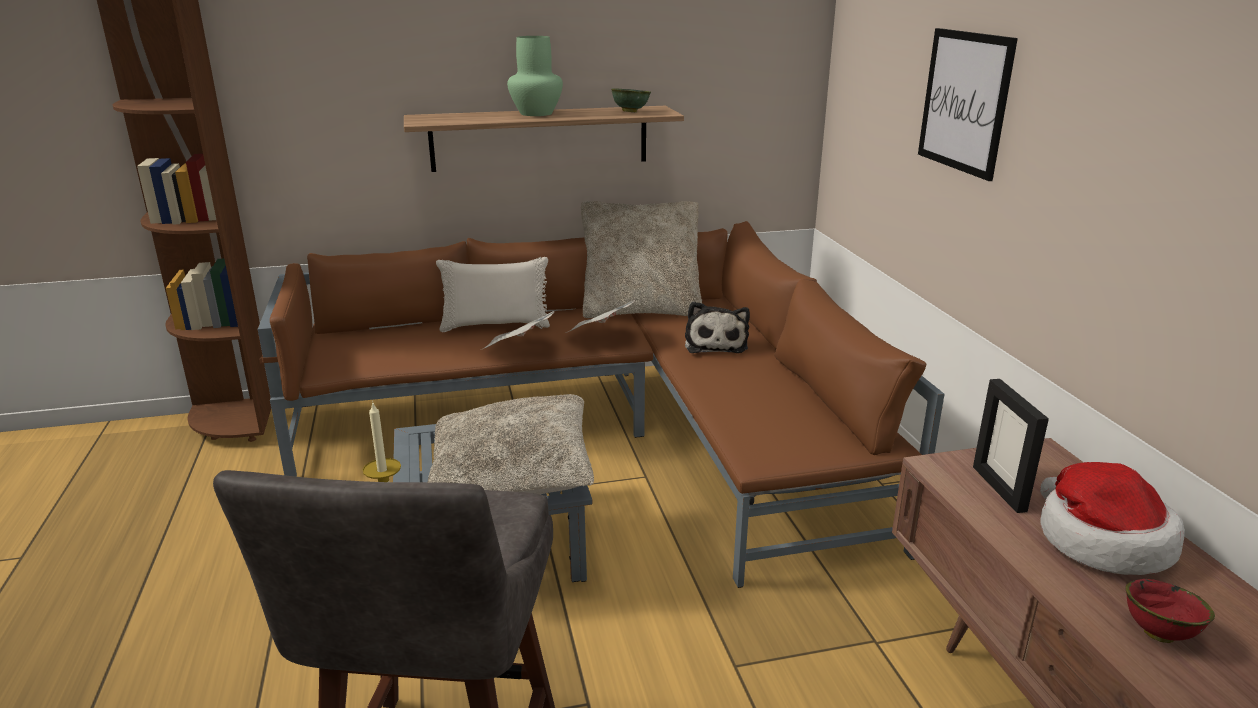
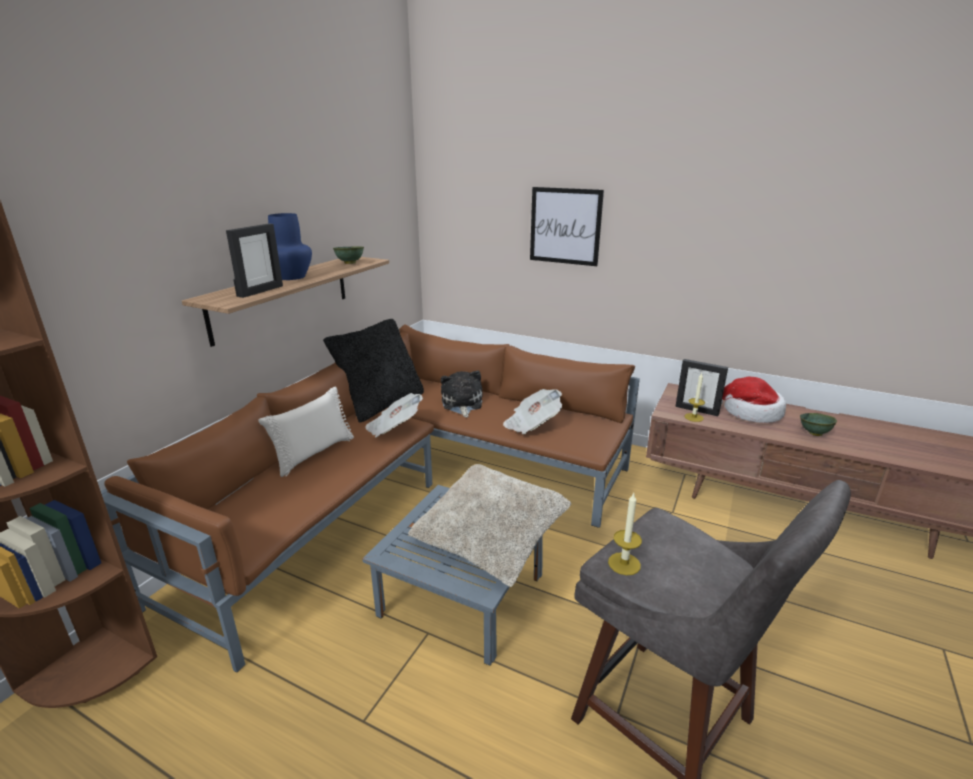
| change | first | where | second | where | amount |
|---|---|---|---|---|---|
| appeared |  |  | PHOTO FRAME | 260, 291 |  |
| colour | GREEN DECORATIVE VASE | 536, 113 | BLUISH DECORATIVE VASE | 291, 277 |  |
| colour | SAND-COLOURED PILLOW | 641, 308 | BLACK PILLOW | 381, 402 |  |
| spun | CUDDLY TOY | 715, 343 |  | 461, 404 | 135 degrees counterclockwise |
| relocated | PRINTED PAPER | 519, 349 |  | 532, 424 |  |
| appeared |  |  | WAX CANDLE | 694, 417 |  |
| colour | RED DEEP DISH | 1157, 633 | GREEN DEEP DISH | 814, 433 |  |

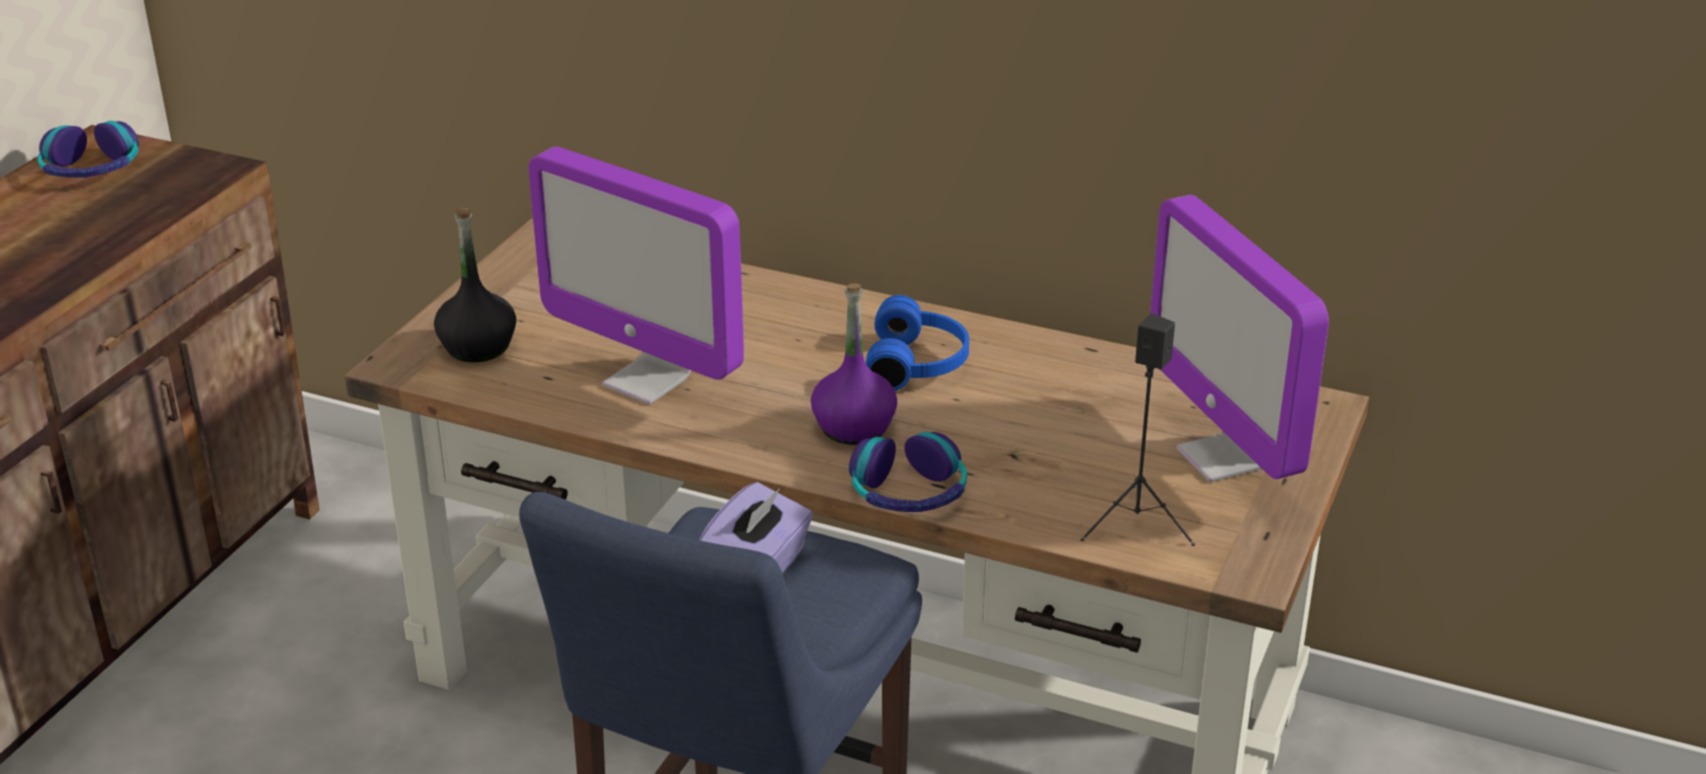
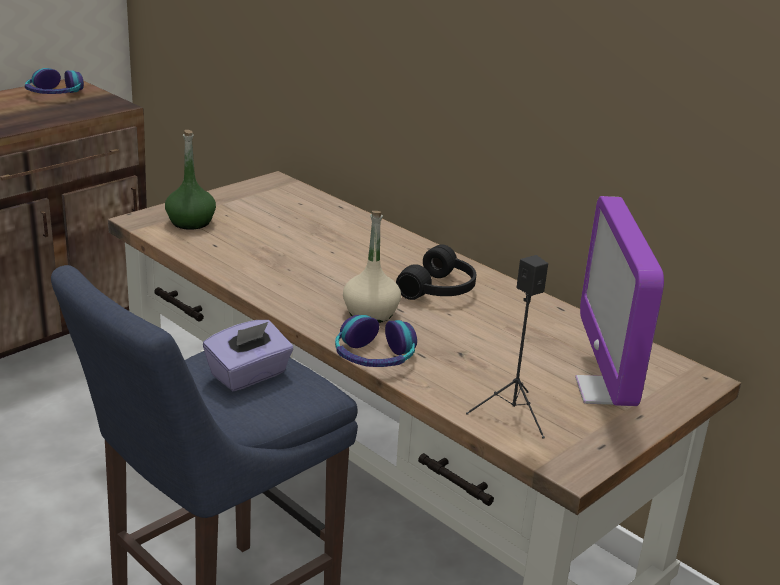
| change | first | where | second | where | amount |
|---|---|---|---|---|---|
| colour | BLACK BOTTLE | 478, 347 | GREEN BOTTLE | 191, 222 |  |
| colour | PURPLE BOTTLE | 853, 427 | SAND-COLOURED BOTTLE | 370, 313 |  |
| colour | BLUISH PAIR OF HEADPHONES | 919, 364 | BLACK PAIR OF HEADPHONES | 441, 290 |  |
| missing | COMPUTER DISPLAY | 648, 380 |  |  |  |

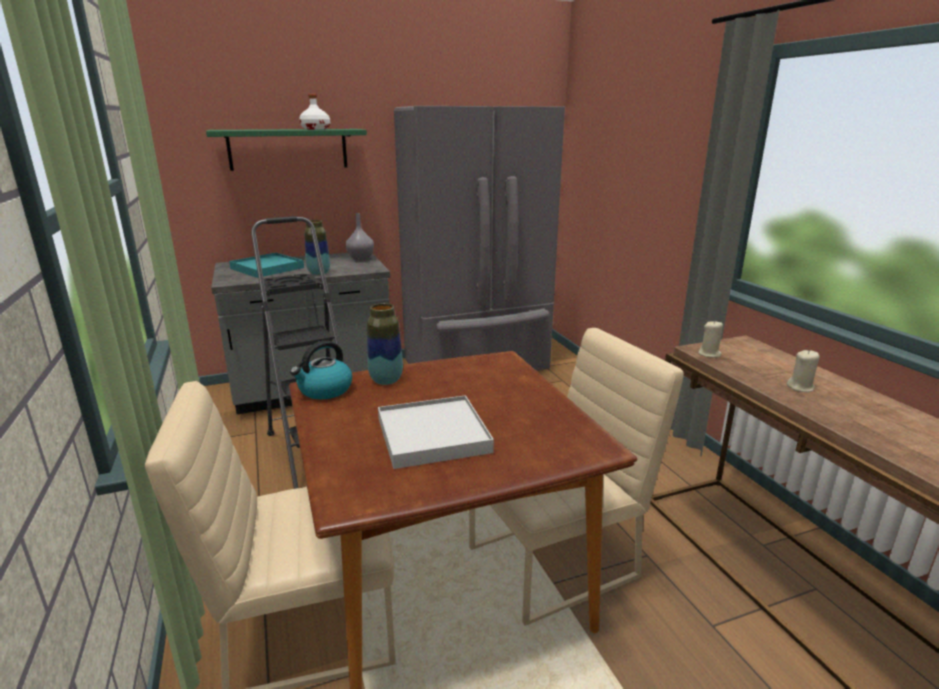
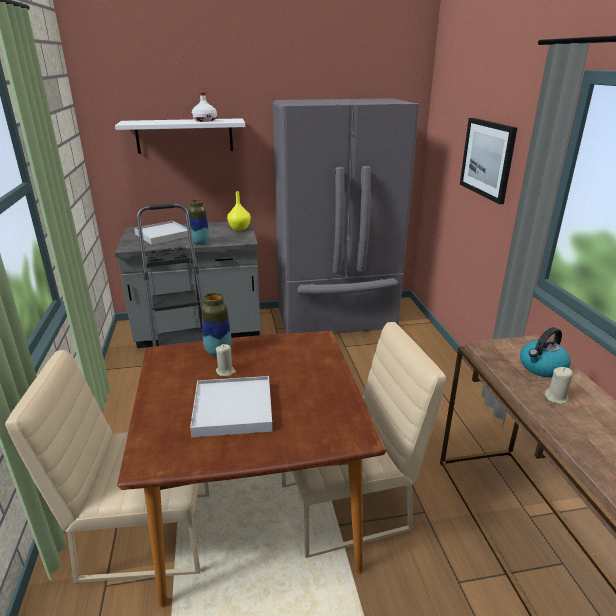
| change | first | where | second | where | amount |
|---|---|---|---|---|---|
| colour | GREEN SHELF | 288, 149 | WHITE-COLOURED SHELF | 184, 136 |  |
| colour | TURQUOISE-COLOURED SERVING TRAY | 267, 268 | WHITE-COLOURED SERVING TRAY | 163, 235 |  |
| relocated | SAND-COLOURED WAX CANDLE | 709, 354 |  | 225, 371 |  |
| colour | GREY DECORATIVE VASE | 361, 258 | YELLOWISH DECORATIVE VASE | 240, 228 |  |
| appeared |  |  | PICTURE | 487, 159 |  |
| relocated | TEA KETTLE | 324, 390 |  | 542, 367 |  |

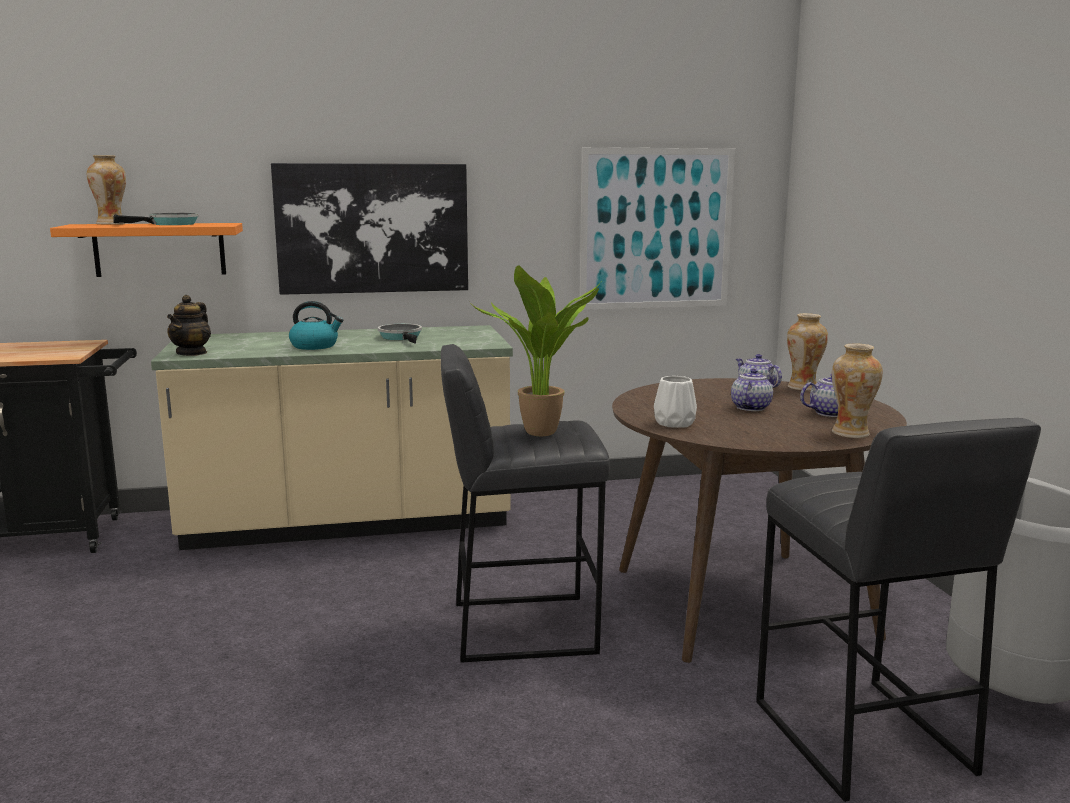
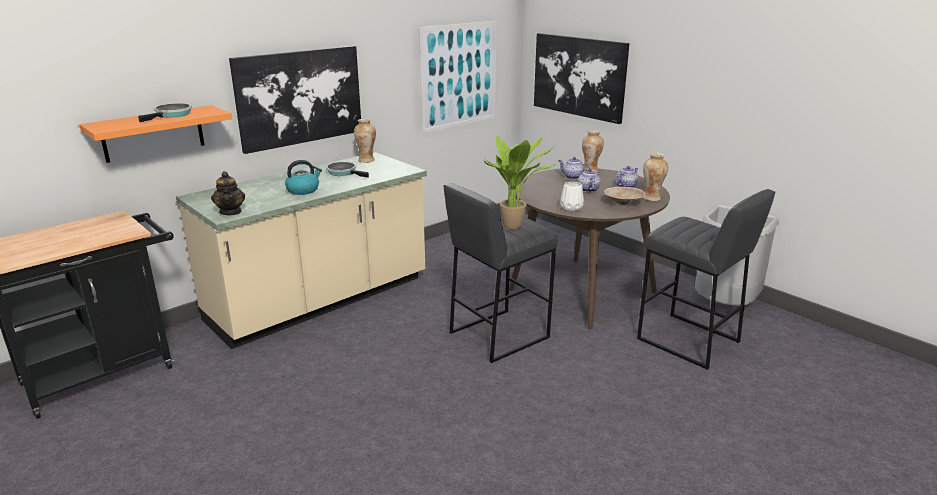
| change | first | where | second | where | amount |
|---|---|---|---|---|---|
| relocated | DECORATIVE VASE | 111, 224 |  | 366, 160 |  |
| appeared |  |  | PICTURE | 579, 76 |  |
| appeared |  |  | SAND-COLOURED DEEP DISH | 623, 203 |  |

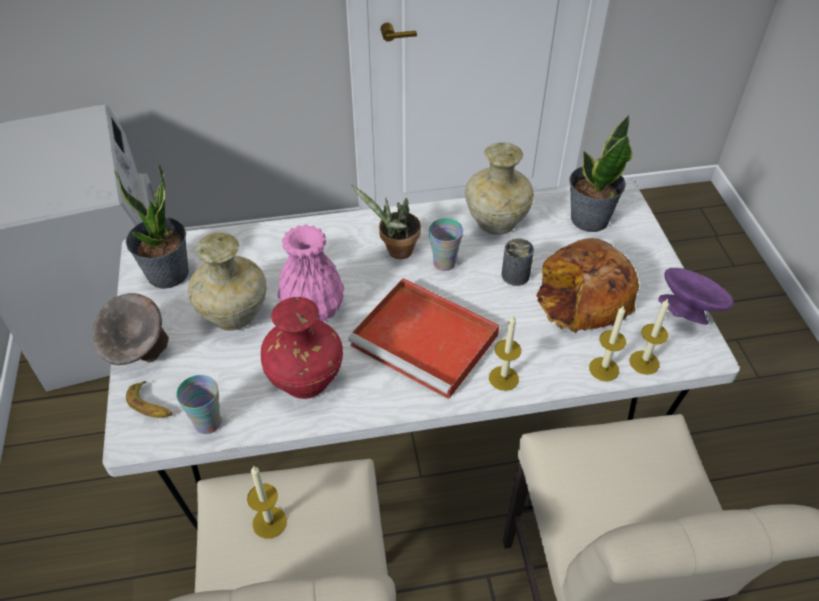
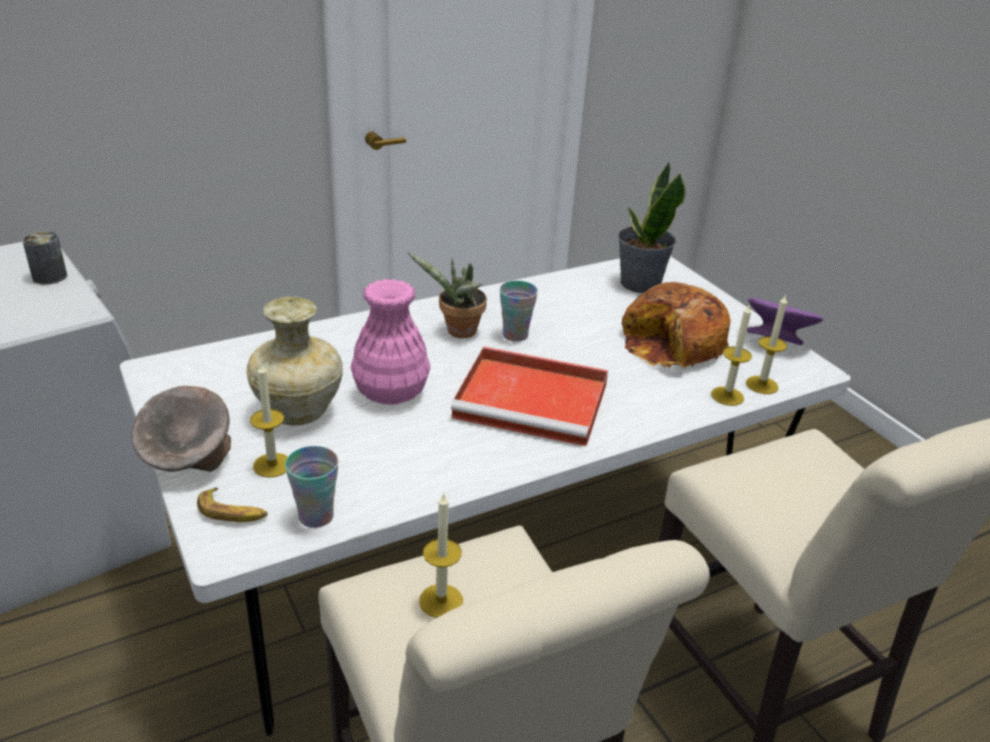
| change | first | where | second | where | amount |
|---|---|---|---|---|---|
| relocated | METAL CAN | 515, 275 |  | 50, 277 |  |
| relocated | WAX CANDLE | 503, 378 |  | 272, 465 |  |
| missing | HOUSEPLANT | 168, 274 |  |  |  |
| missing | RED DECORATIVE VASE | 305, 381 |  |  |  |
| missing | SAND-COLOURED DECORATIVE VASE | 495, 223 |  |  |  |

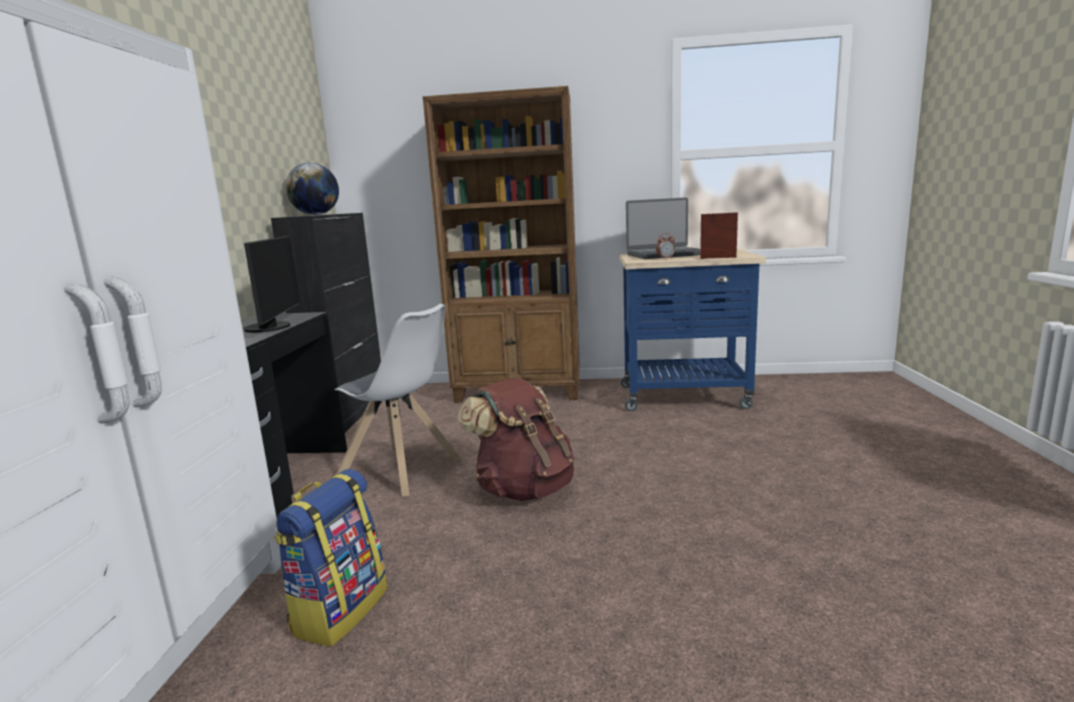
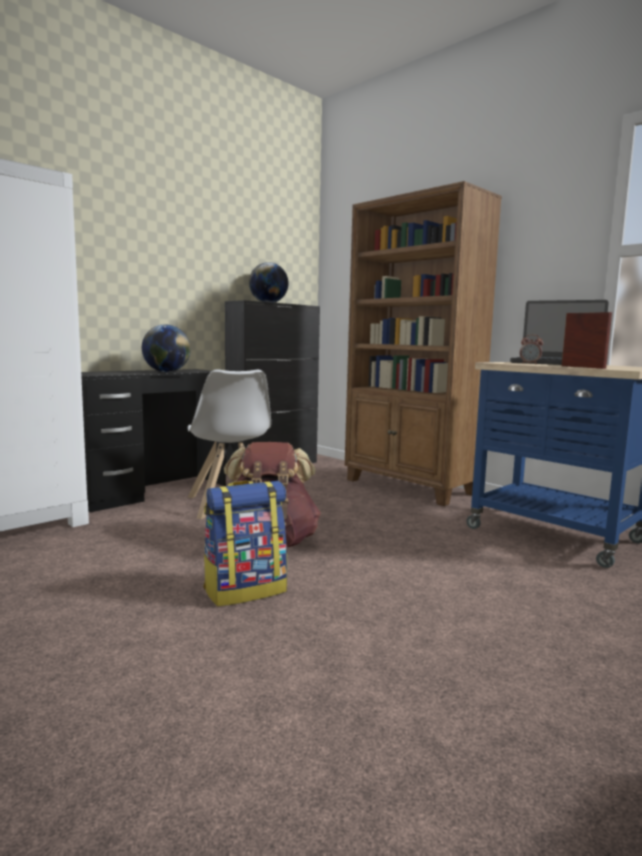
| change | first | where | second | where | amount |
|---|---|---|---|---|---|
| exchanged | COMPUTER DISPLAY | 273, 327 | WORLD GLOBE | 166, 372 |  |
| relocated | KNAPSACK | 339, 610 |  | 245, 590 |  |

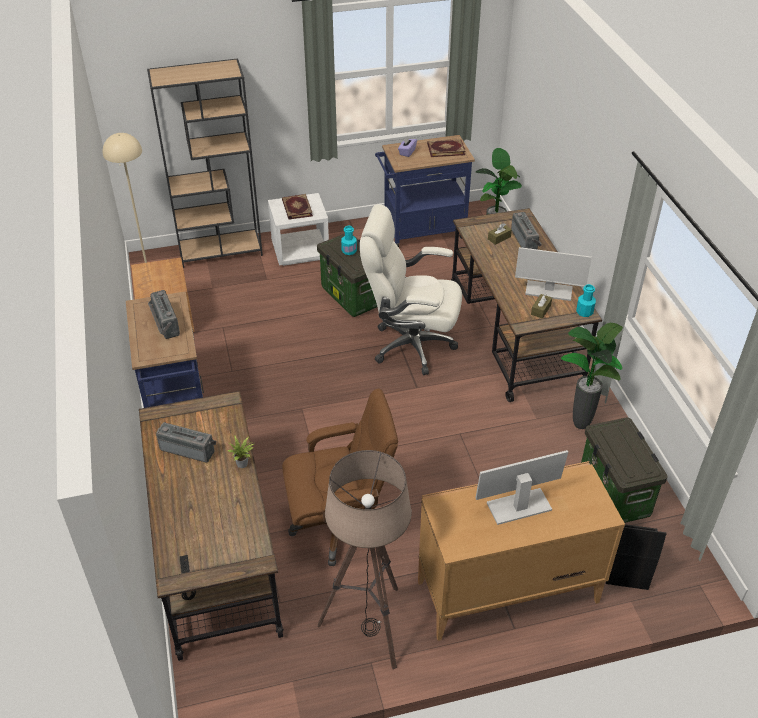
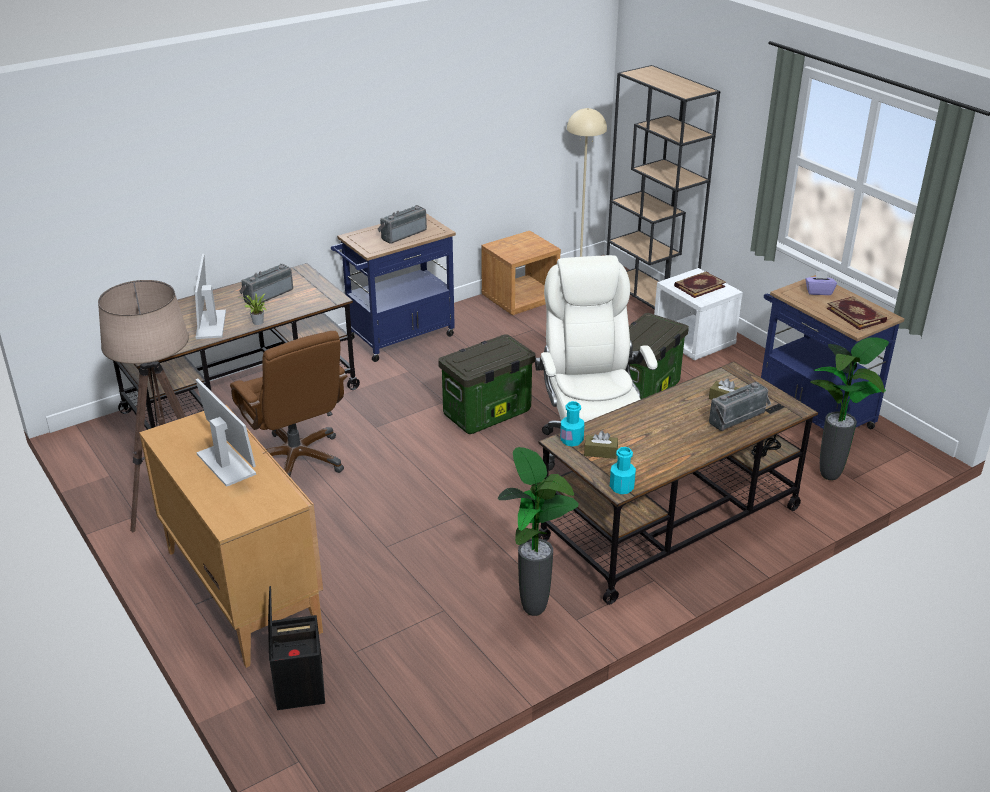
| change | first | where | second | where | amount |
|---|---|---|---|---|---|
| relocated | COMPUTER DISPLAY | 548, 291 |  | 210, 324 |  |
| spun | RADIO RECEIVER | 188, 449 |  | 267, 295 | 135 degrees counterclockwise |
| relocated | STORAGE BIN | 615, 494 |  | 486, 414 |  |
| relocated | TURQUOISE-COLOURED BOTTLE | 349, 251 |  | 571, 440 |  |

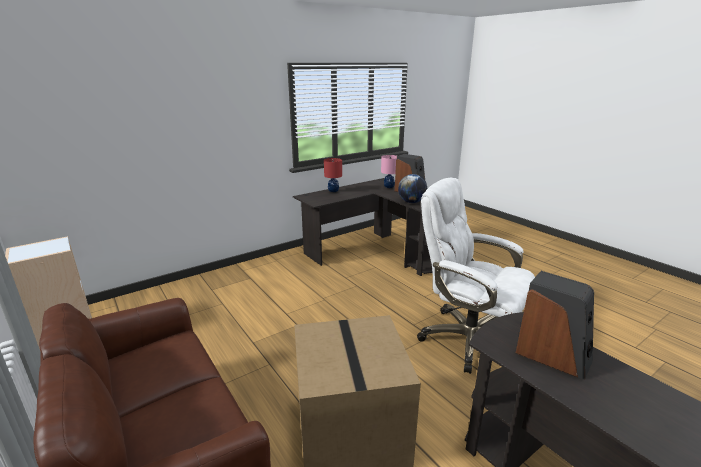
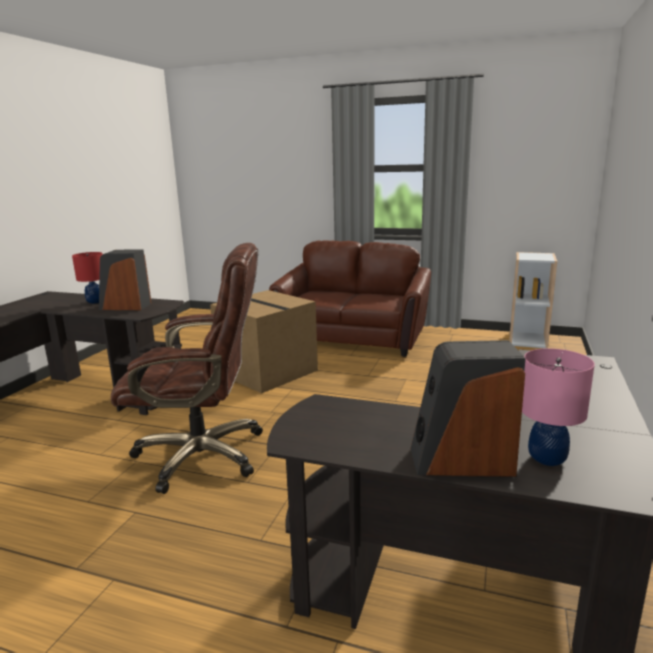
| change | first | where | second | where | amount |
|---|---|---|---|---|---|
| relocated | RED TABLE LAMP | 333, 191 |  | 95, 302 |  |
| colour | WHITE-COLOURED OFFICE CHAIR | 469, 339 | BROWN-COLOURED OFFICE CHAIR | 201, 454 |  |
| missing | WORLD GLOBE | 411, 202 |  |  |  |

